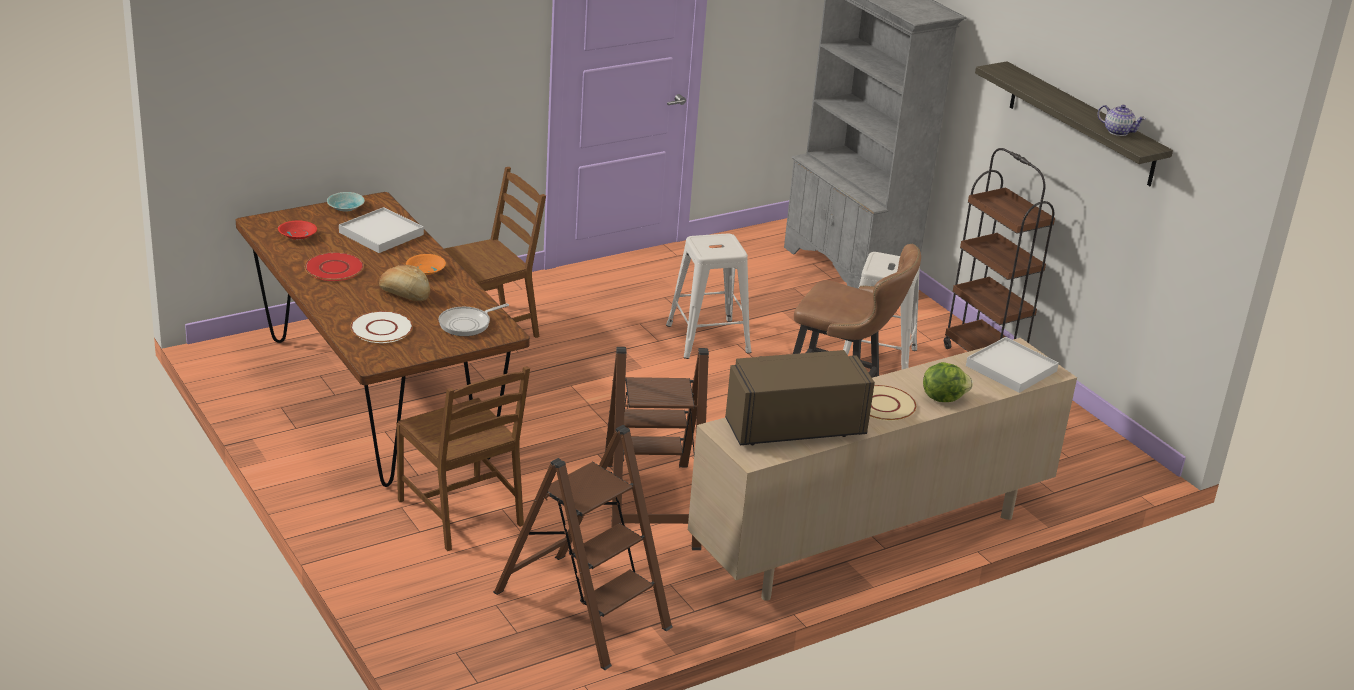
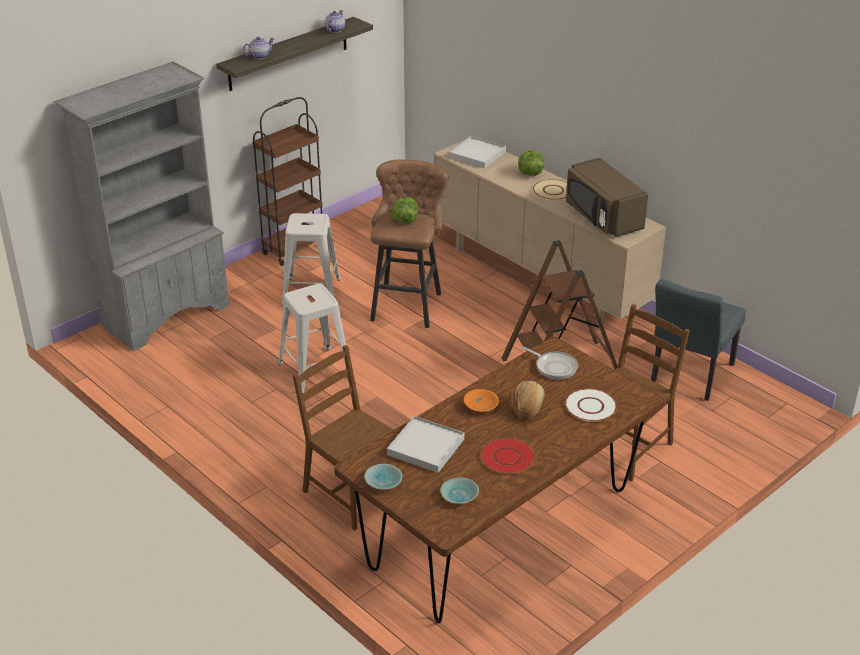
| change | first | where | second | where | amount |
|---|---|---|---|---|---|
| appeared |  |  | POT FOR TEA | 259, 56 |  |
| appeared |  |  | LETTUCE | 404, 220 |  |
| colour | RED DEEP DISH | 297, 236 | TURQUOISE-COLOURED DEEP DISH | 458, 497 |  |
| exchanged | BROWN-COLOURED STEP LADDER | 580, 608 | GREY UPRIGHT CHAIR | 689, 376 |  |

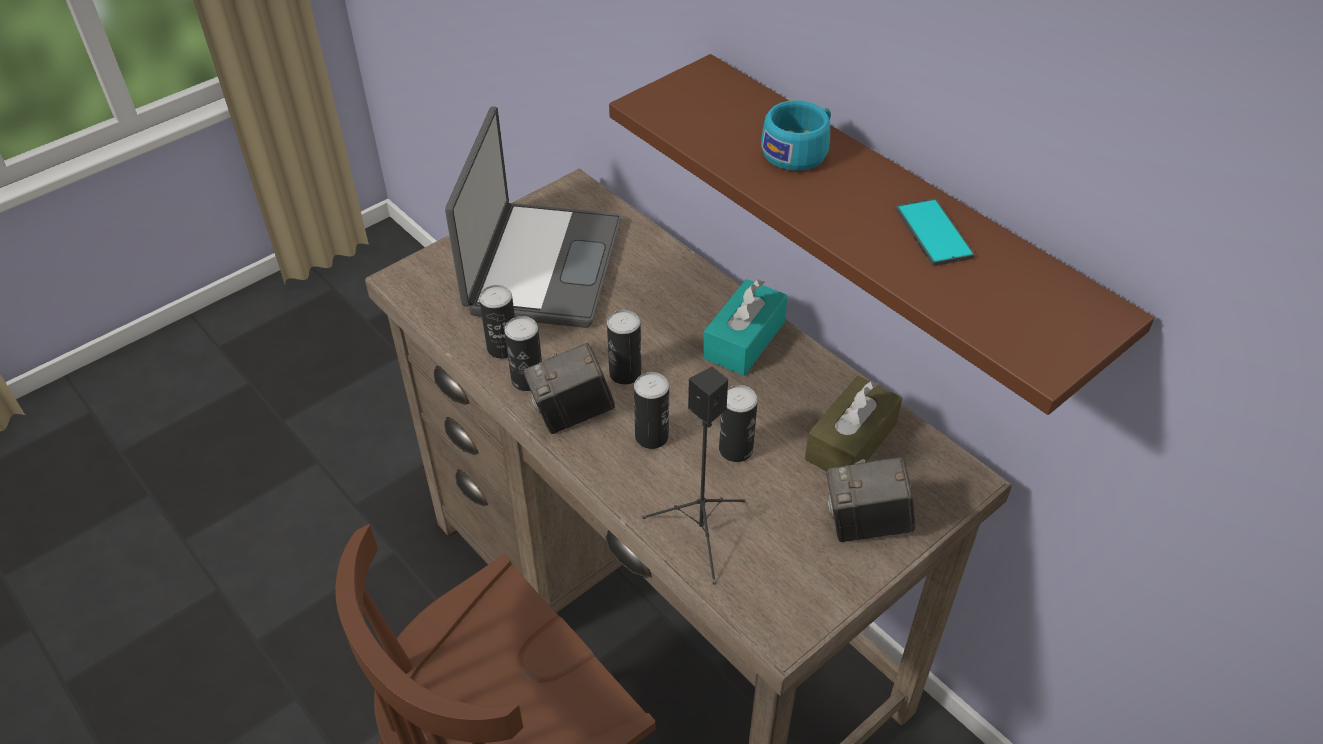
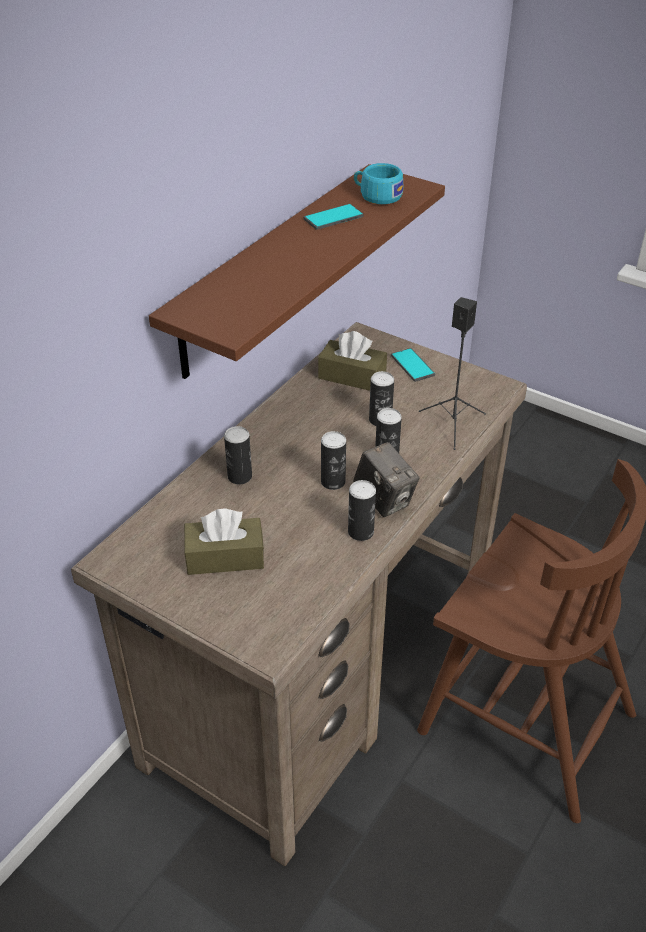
| change | first | where | second | where | amount |
|---|---|---|---|---|---|
| exchanged | NOTEBOOK COMPUTER | 541, 266 | BROWN-COLOURED BOX OF TISSUES | 225, 557 |  |
| relocated | METAL CAN | 502, 348 |  | 240, 476 |  |
| relocated | TURQUOISE-COLOURED DRINKING CUP | 799, 150 |  | 376, 195 |  |
| exchanged | STILL CAMERA | 865, 525 | HANDSET | 412, 365 |  |
| missing | TURQUOISE-COLOURED BOX OF TISSUES | 744, 340 |  |  |  |

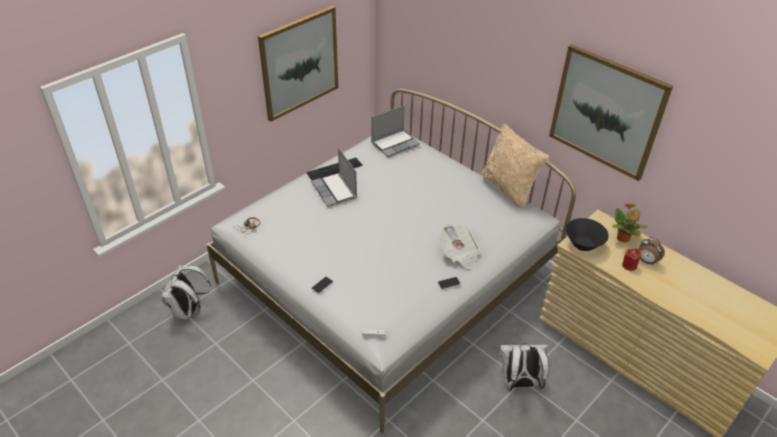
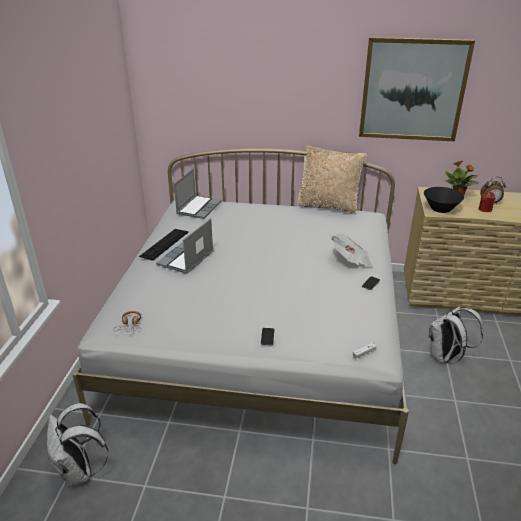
| change | first | where | second | where | amount |
|---|---|---|---|---|---|
| spun | NOTEBOOK COMPUTER | 335, 190 |  | 186, 259 | 90 degrees clockwise |
| missing | PICTURE | 299, 63 |  |  |  |

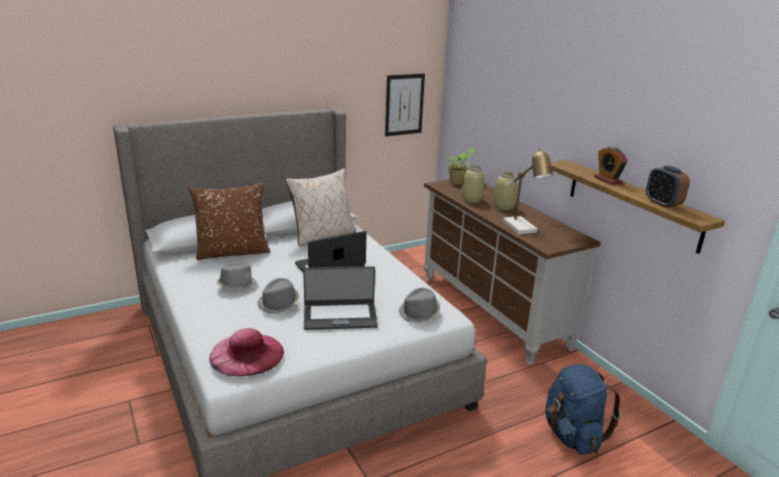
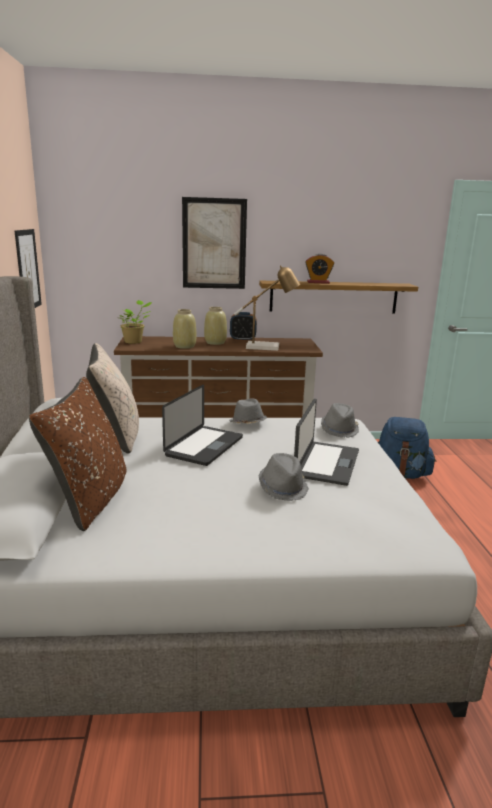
| change | first | where | second | where | amount |
|---|---|---|---|---|---|
| spun | NOTEBOOK COMPUTER | 330, 266 |  | 204, 446 | 150 degrees counterclockwise |
| appeared |  |  | PICTURE | 214, 244 |  |
| relocated | GREY HAT | 236, 285 |  | 247, 423 |  |
| relocated | TABLE CLOCK | 662, 204 |  | 243, 339 |  |
| missing | PINK HAT | 247, 354 |  |  |  |

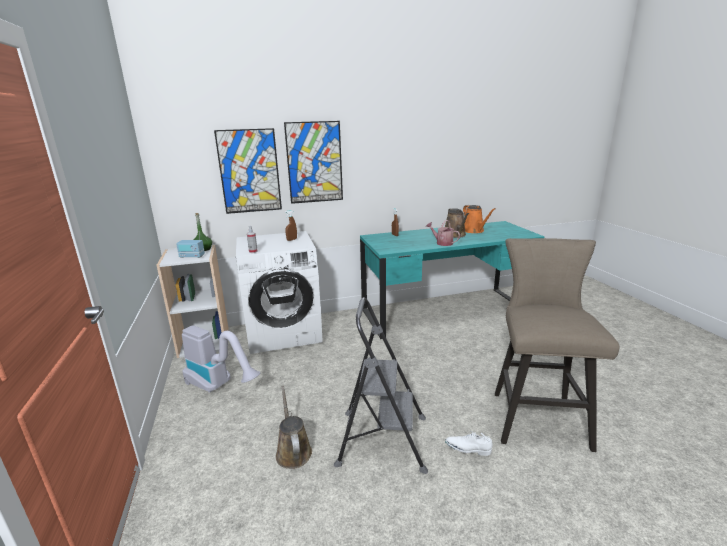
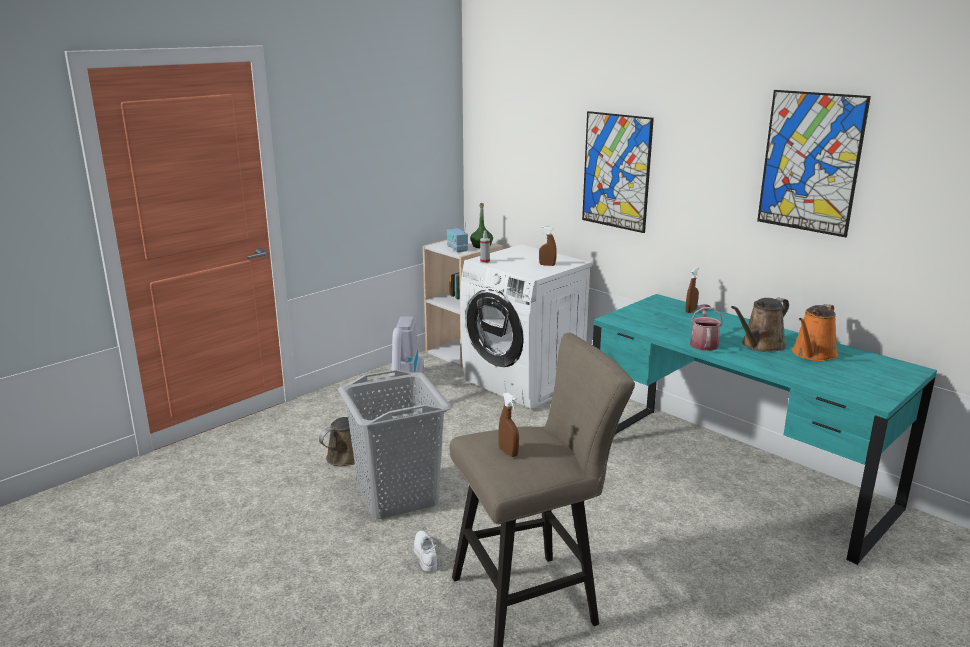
| change | first | where | second | where | amount |
|---|---|---|---|---|---|
| exchanged | GREY STEP LADDER | 379, 439 | GREY HAMPER | 398, 495 |  |
| appeared |  |  | BROWN-COLOURED SPRAYER | 508, 452 |  |
| relocated | PICTURE | 249, 171 |  | 810, 162 |  |

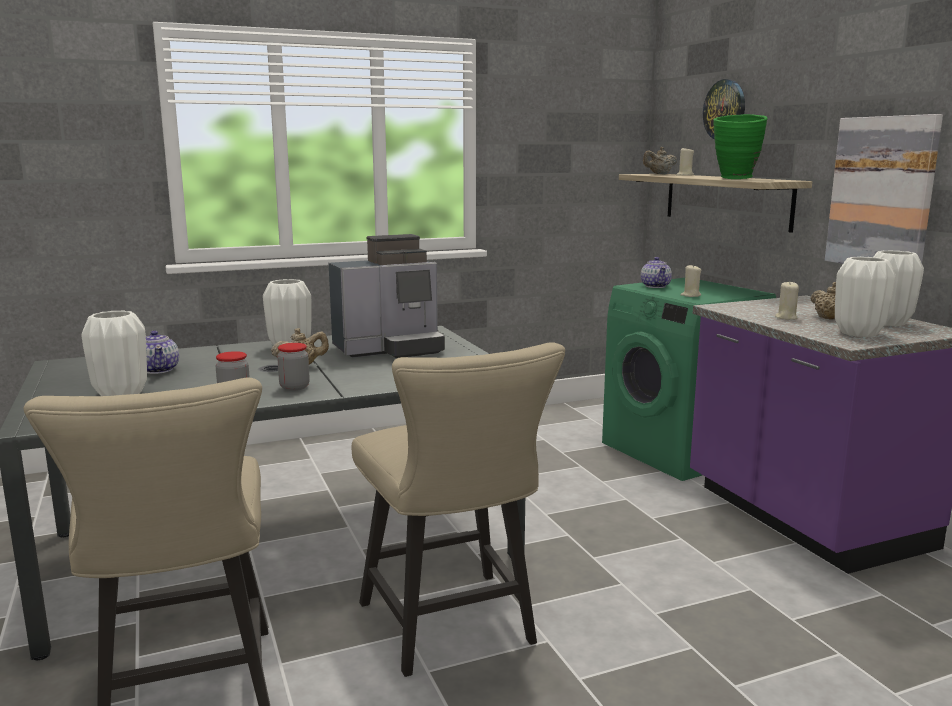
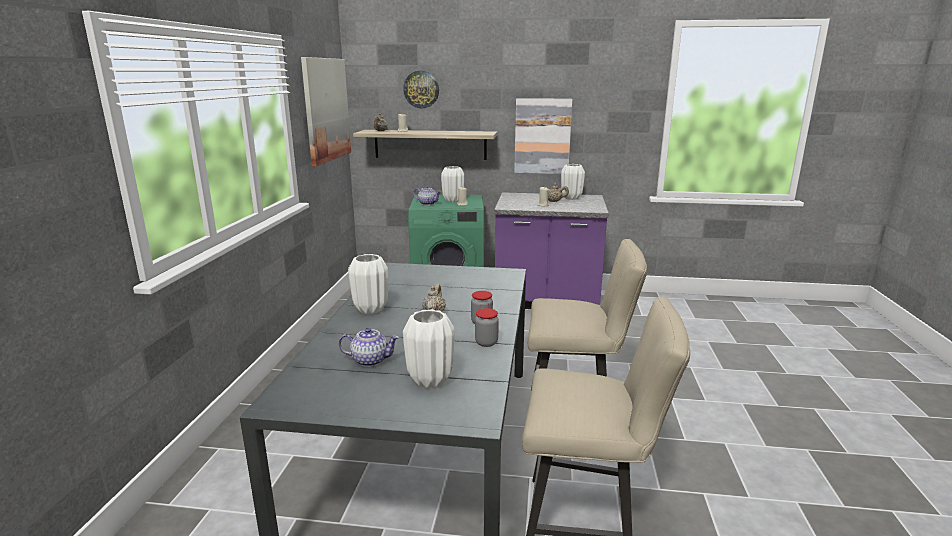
| change | first | where | second | where | amount |
|---|---|---|---|---|---|
| appeared |  |  | PICTURE | 326, 109 |  |
| relocated | WHITE-COLOURED DECORATIVE VASE | 858, 333 |  | 453, 200 |  |
| missing | COFFEE MAKER | 390, 349 |  |  |  |
| missing | GREEN DECORATIVE VASE | 736, 179 |  |  |  |

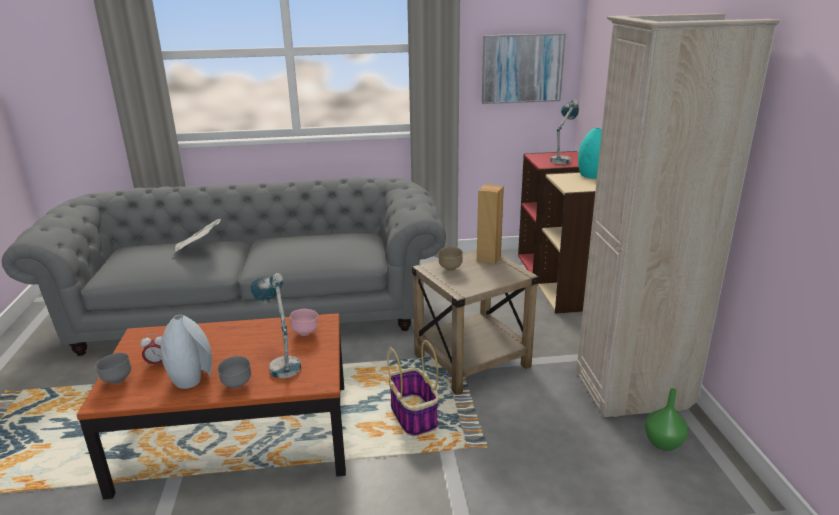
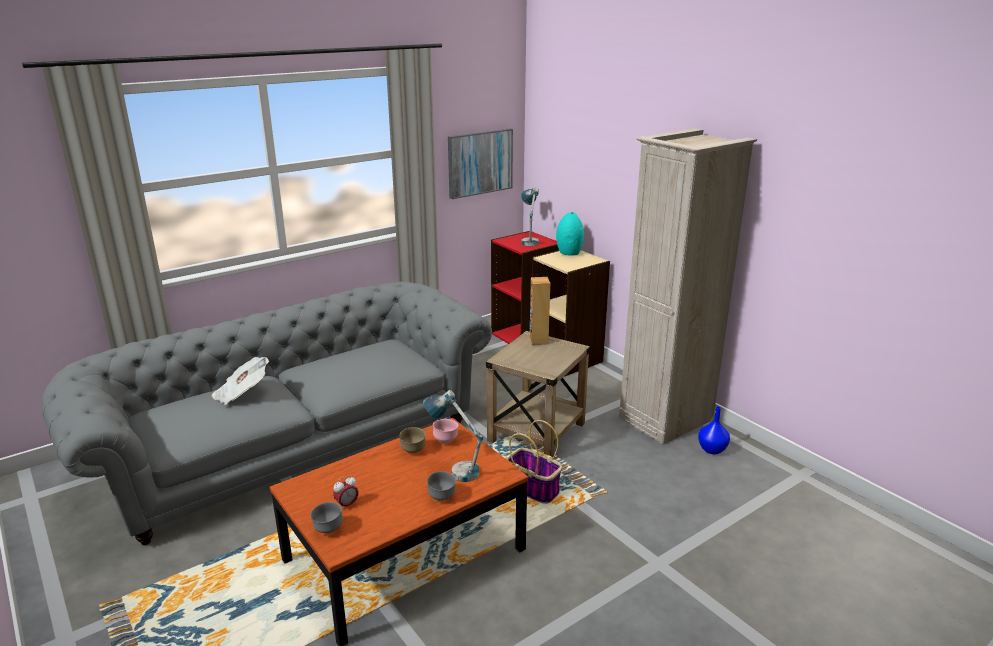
| change | first | where | second | where | amount |
|---|---|---|---|---|---|
| relocated | BROWN-COLOURED DEEP DISH | 450, 269 |  | 413, 451 |  |
| colour | GREEN DECORATIVE VASE | 664, 443 | BLUISH DECORATIVE VASE | 712, 449 |  |
| missing | GREY DECORATIVE VASE | 192, 378 |  |  |  |

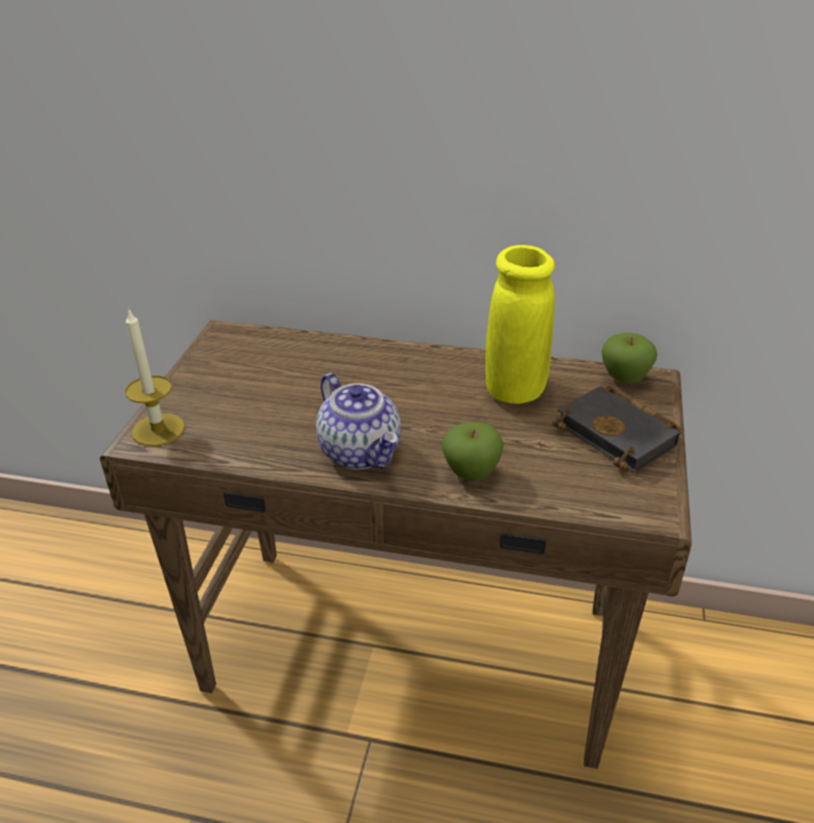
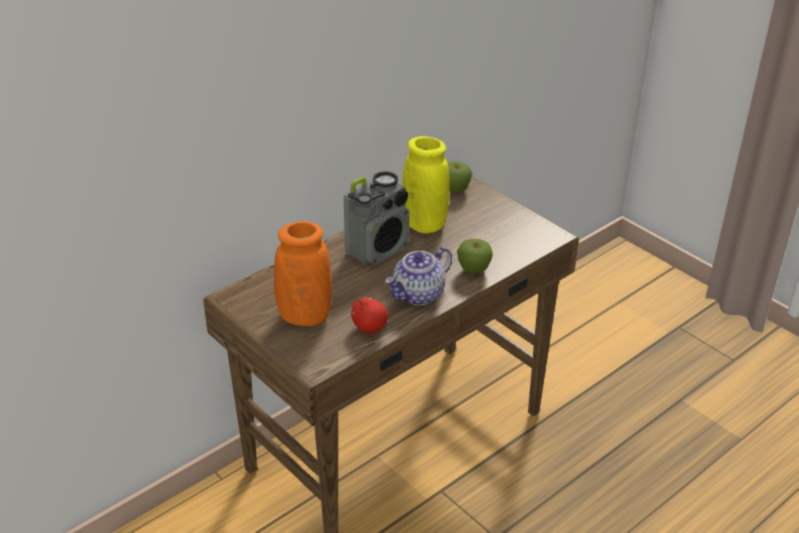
| change | first | where | second | where | amount |
|---|---|---|---|---|---|
| appeared |  |  | ORANGE-COLOURED DECORATIVE VASE | 305, 316 |  |
| appeared |  |  | RADIO RECEIVER | 378, 249 |  |
| appeared |  |  | APPLE FRUIT | 369, 328 |  |
| spun | POT FOR TEA | 361, 452 |  | 418, 295 | 135 degrees clockwise |
| missing | WAX CANDLE | 158, 430 |  |  |  |
| missing | BLACK BOUND BOOK | 620, 435 |  |  |  |

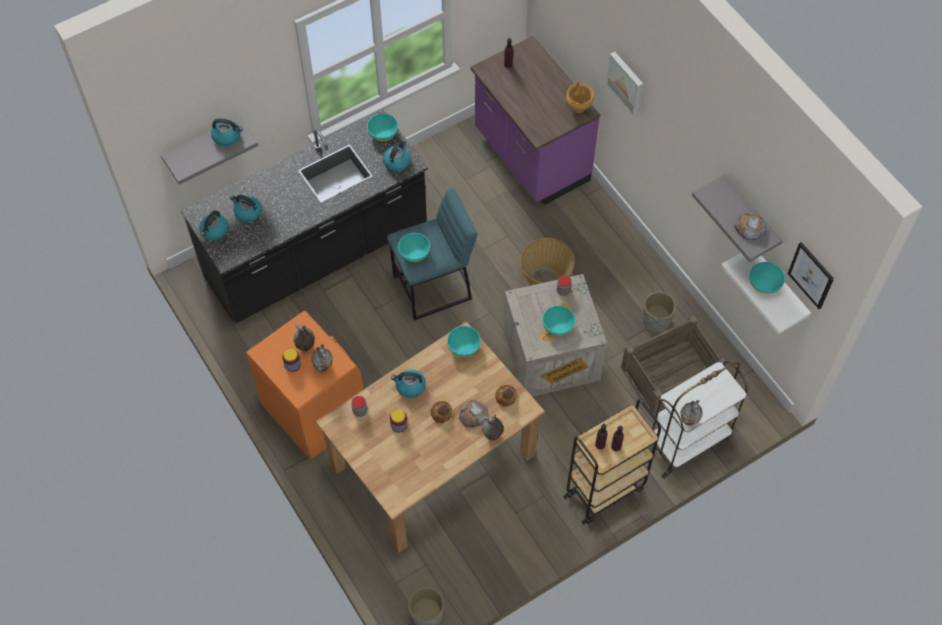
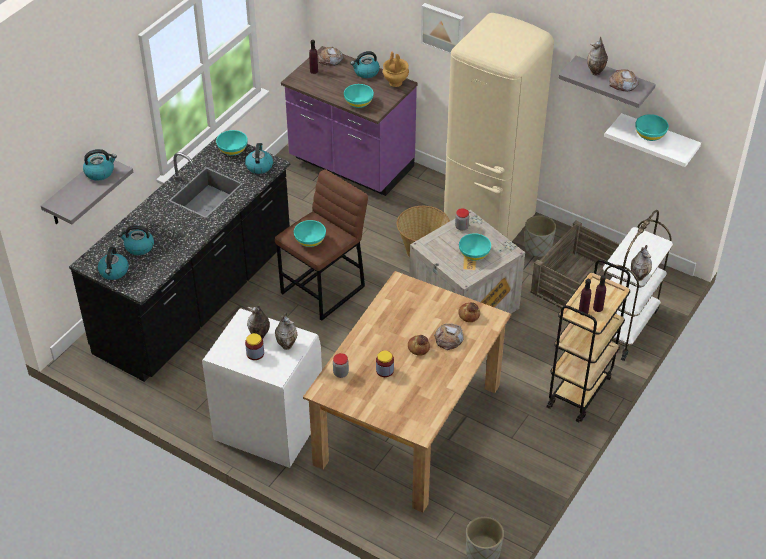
| change | first | where | second | where | amount |
|---|---|---|---|---|---|
| colour | ORANGE-COLOURED LAUNDRY APPLIANCE | 315, 409 | WHITE-COLOURED LAUNDRY APPLIANCE | 270, 423 |  |
| colour | BLUISH SITTING STOOL | 434, 287 | BROWN-COLOURED SITTING STOOL | 324, 288 |  |
| appeared |  |  | BAKERY BREAD | 330, 59 |  |
| relocated | TURQUOISE-COLOURED DEEP DISH | 464, 347 |  | 358, 103 |  |
| relocated | TEA KETTLE | 410, 386 |  | 366, 72 |  |
| appeared |  |  | SAND-COLOURED FRIDGE | 487, 222 |  |
| relocated | DECORATIVE VASE | 492, 435 |  | 596, 72 |  |
| missing | PICTURE | 811, 275 |  |  |  |

